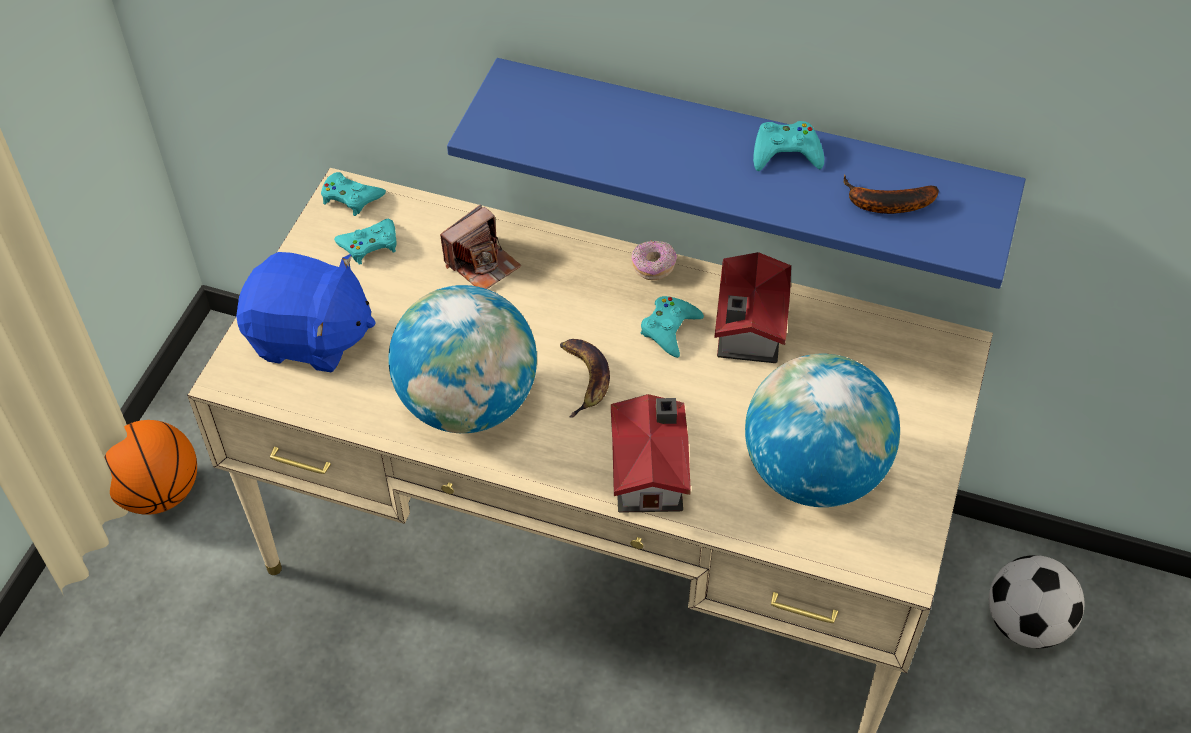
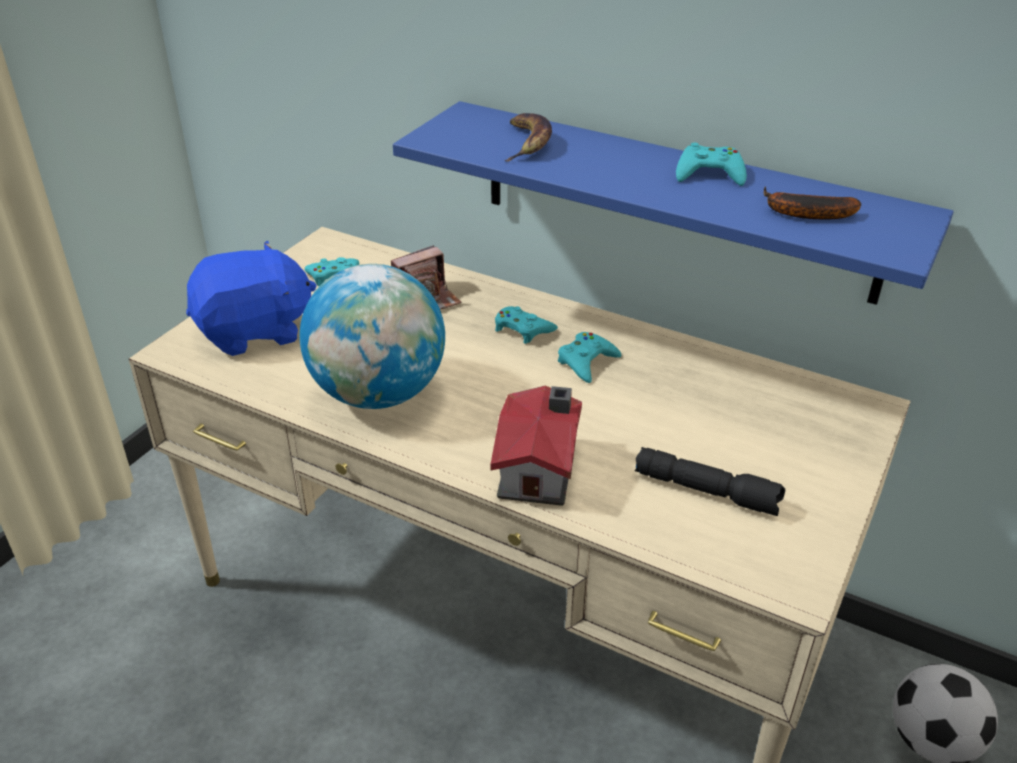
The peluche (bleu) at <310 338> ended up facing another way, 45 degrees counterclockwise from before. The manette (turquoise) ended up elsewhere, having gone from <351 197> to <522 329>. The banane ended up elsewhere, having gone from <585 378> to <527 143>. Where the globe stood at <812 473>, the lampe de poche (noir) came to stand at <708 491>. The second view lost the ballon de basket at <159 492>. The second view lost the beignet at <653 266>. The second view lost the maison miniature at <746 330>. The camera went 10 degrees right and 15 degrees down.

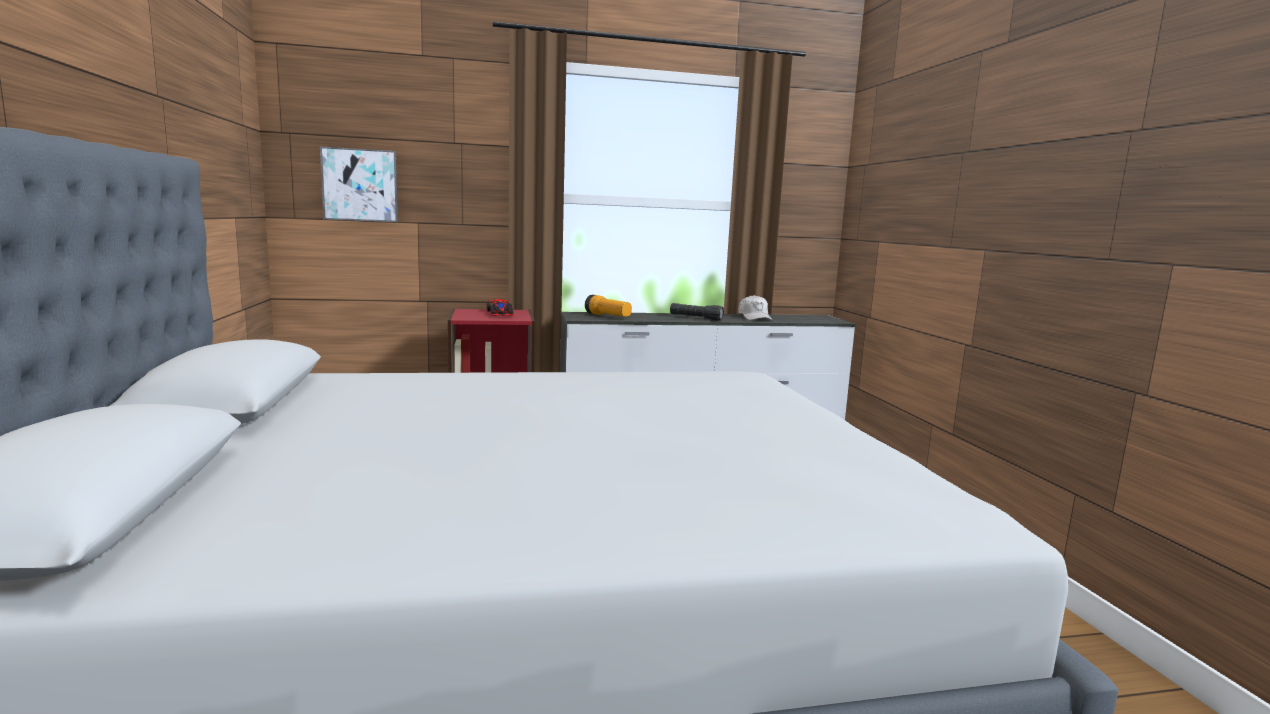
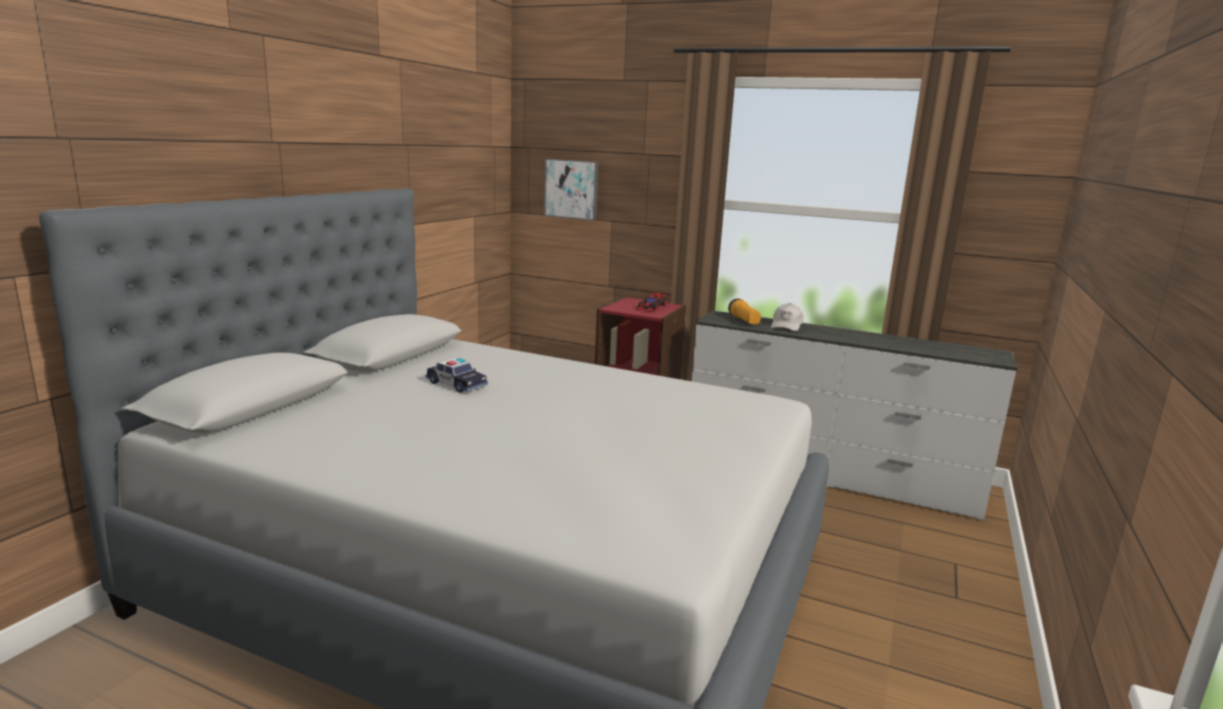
The second view gained the petite voiture at <456 384>. The casquette (blanc) ended up elsewhere, having gone from <754 317> to <786 326>. The second view lost the lampe de poche (noir) at <696 318>. The camera went 35 degrees right and 5 degrees up.

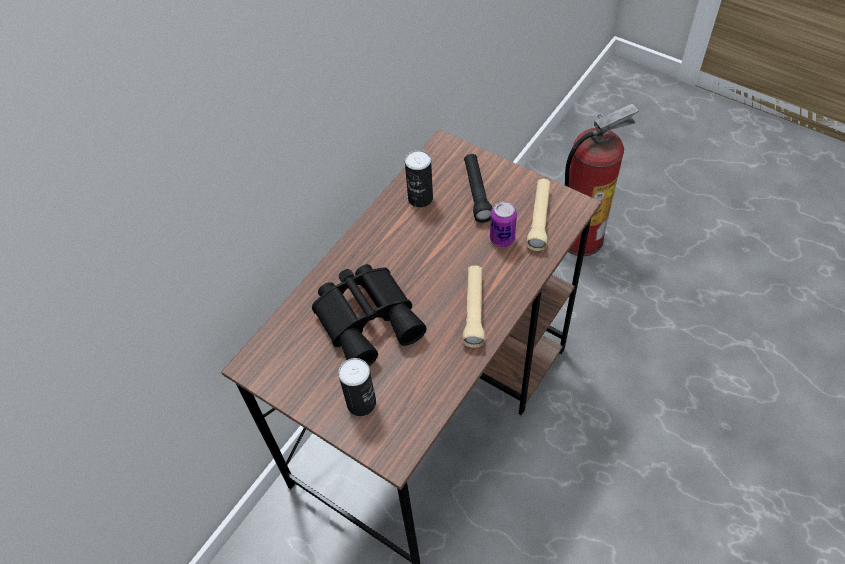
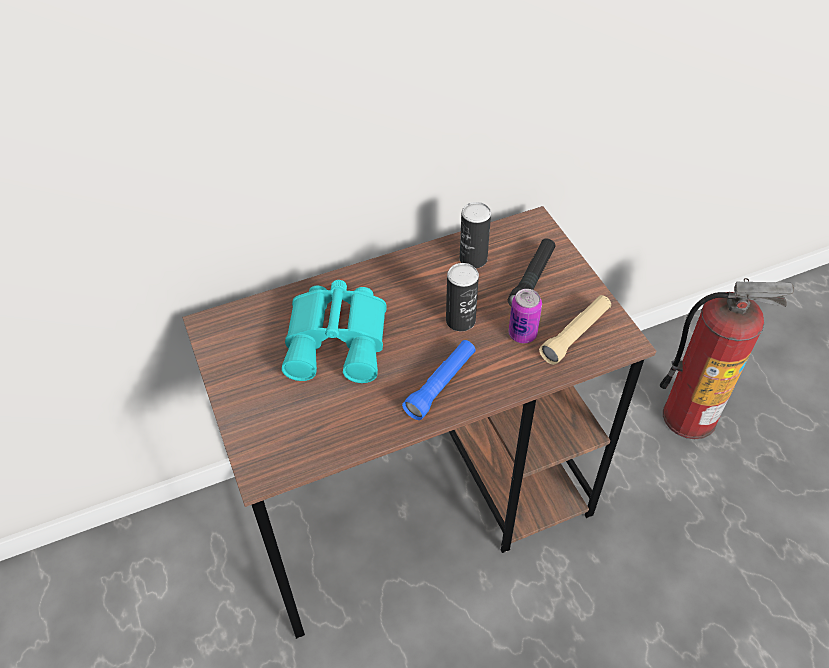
What was the jumelles (noir) at <369 318> turned into the jumelles (turquoise) at <339 339>. What was the lampe de poche (beige) at <474 310> turned into the lampe de poche (bleu) at <441 385>. The boîte métallique ended up elsewhere, having gone from <361 403> to <460 320>. The camera went 30 degrees right and 5 degrees down.

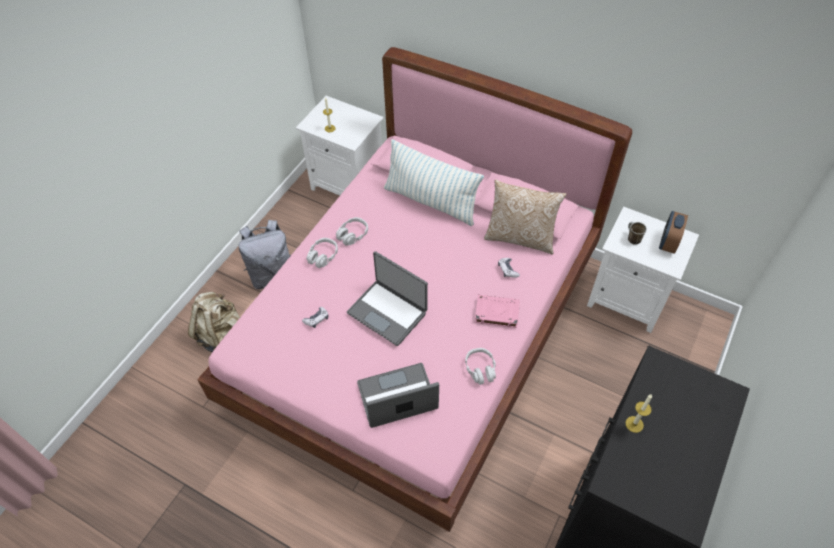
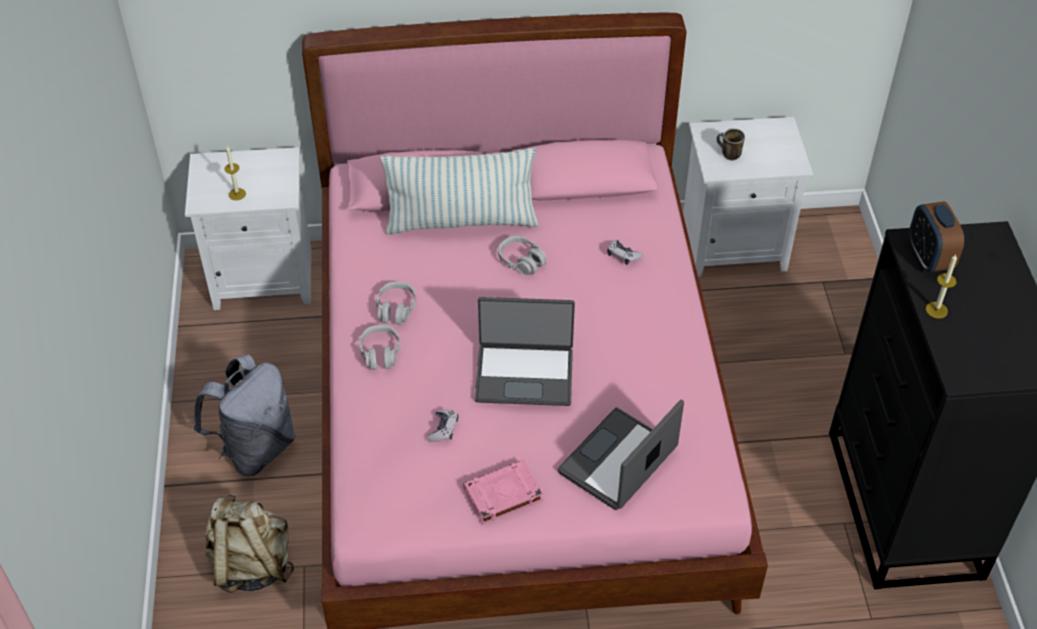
The livre (rose) ended up elsewhere, having gone from <496 313> to <502 495>. The casque audio (gris) ended up elsewhere, having gone from <480 369> to <521 261>. The réveil ended up elsewhere, having gone from <668 243> to <929 258>. The second view lost the coussin at <520 237>. The camera went 35 degrees left and 5 degrees down.

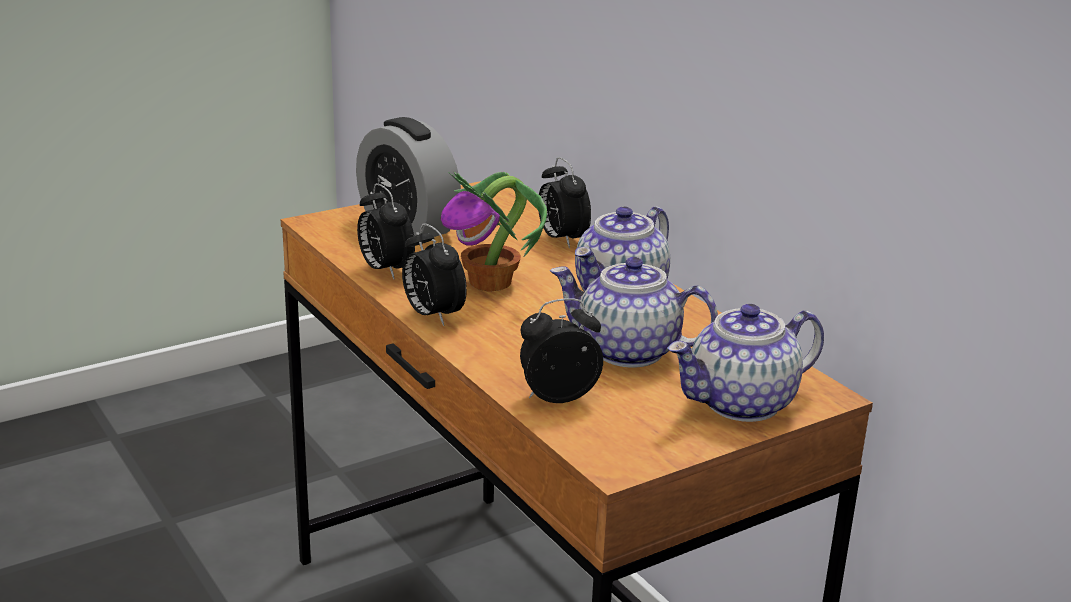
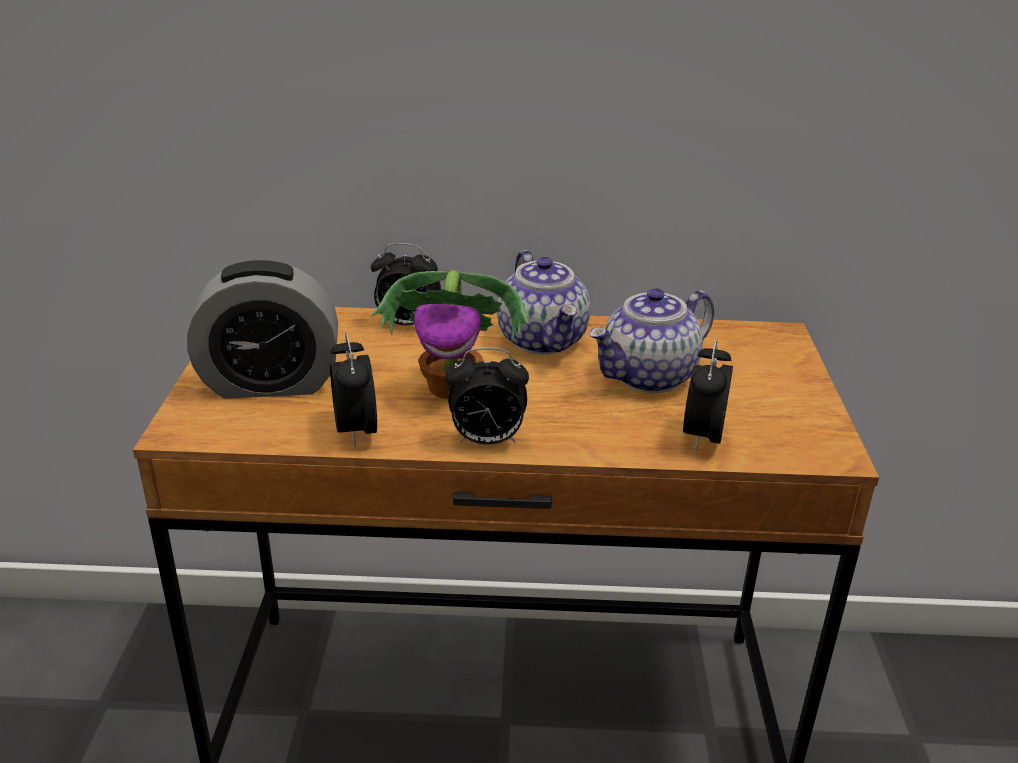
The réveil at <385 270> ended up facing another way, 75 degrees clockwise from before. The second view lost the théière at <741 404>. The camera went 55 degrees left and 5 degrees up.

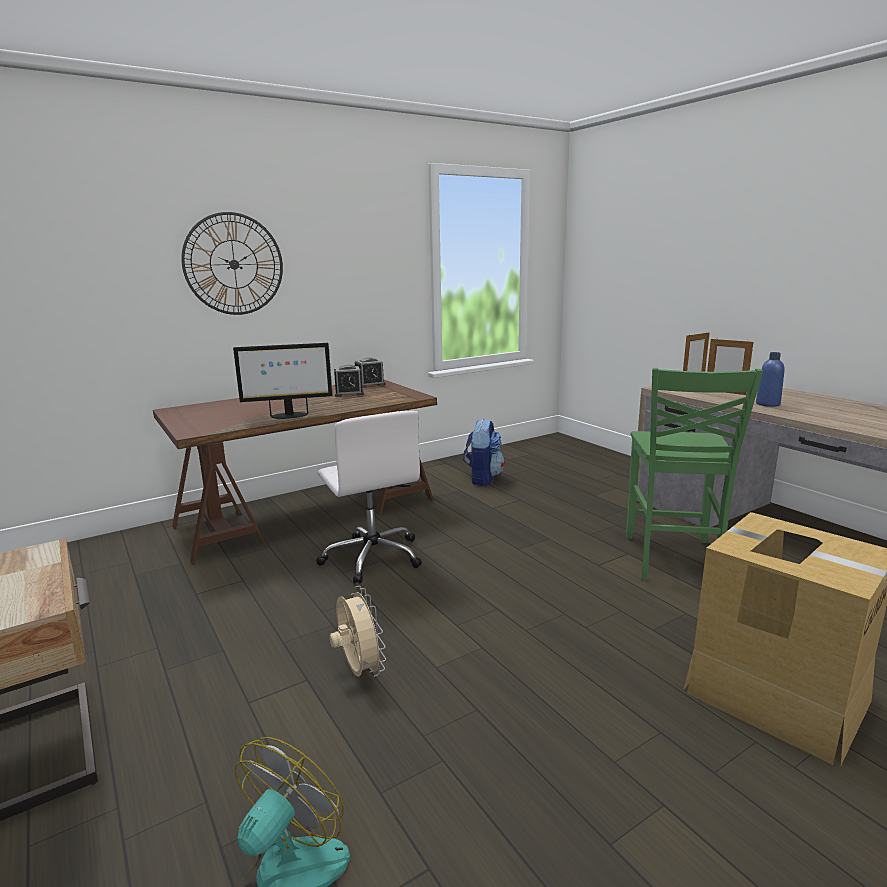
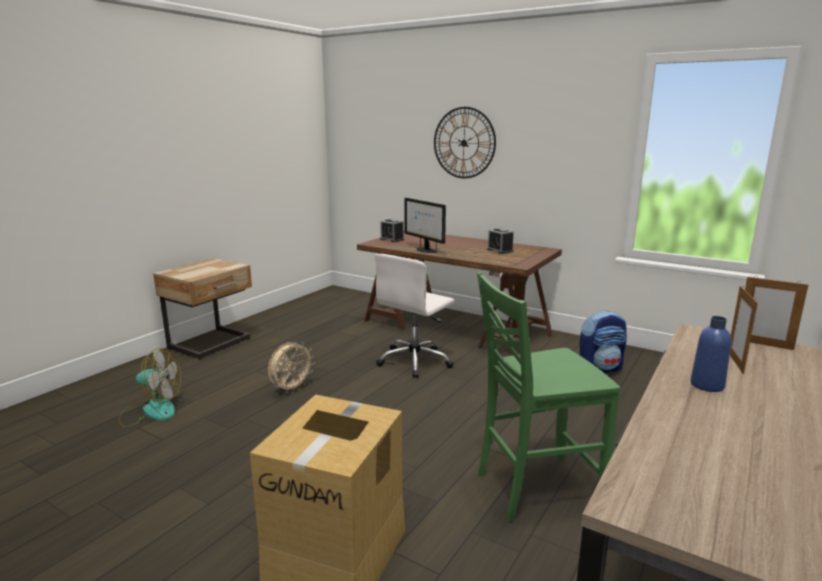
The réveil ended up elsewhere, having gone from <370 384> to <392 239>. The camera went 65 degrees right and 0 degrees up.

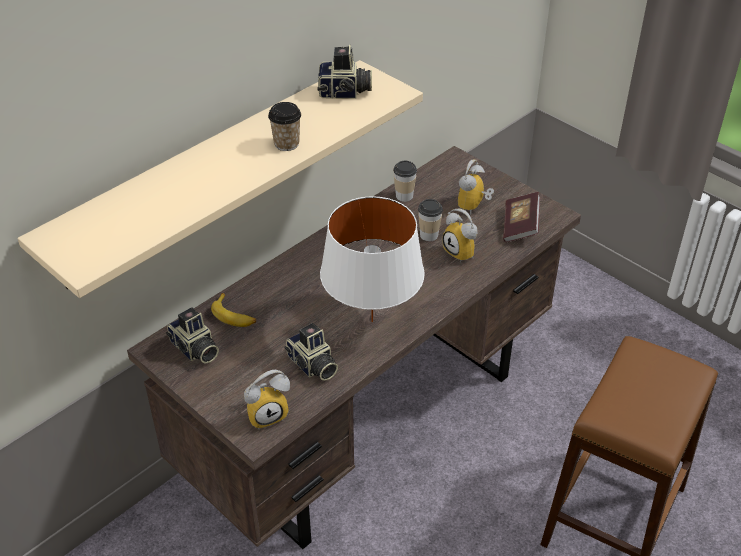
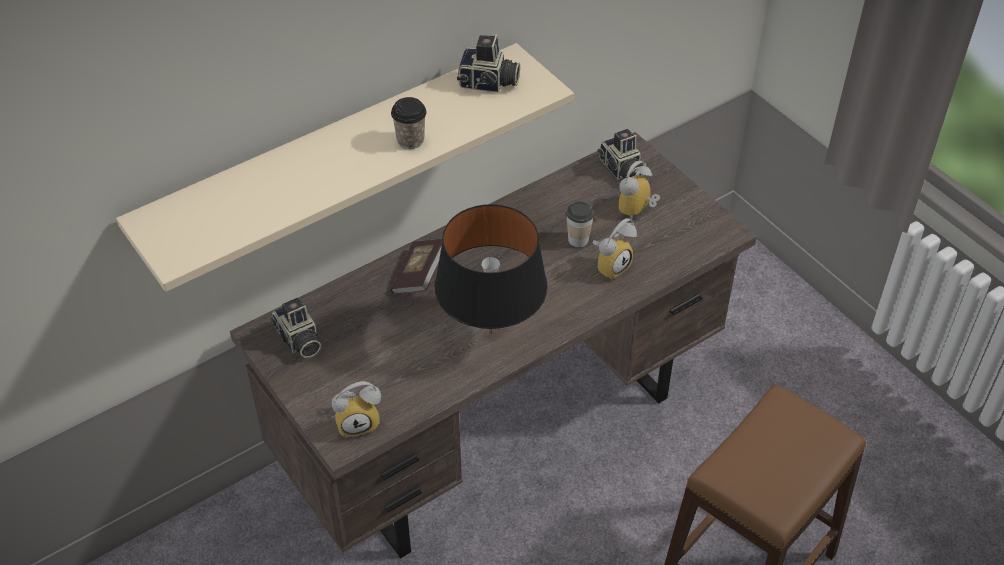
The livre ended up elsewhere, having gone from <520 226> to <419 276>. What was the lampe de table (blanc) at <371 321> turned into the lampe de table (noir) at <491 333>. The réveil at <463 252> ended up facing another way, 105 degrees counterclockwise from before. The appareil photo ended up elsewhere, having gone from <312 365> to <621 170>. The second view lost the banane at <234 316>. The second view lost the tasse at <404 196>. The camera went 10 degrees right and 5 degrees up.

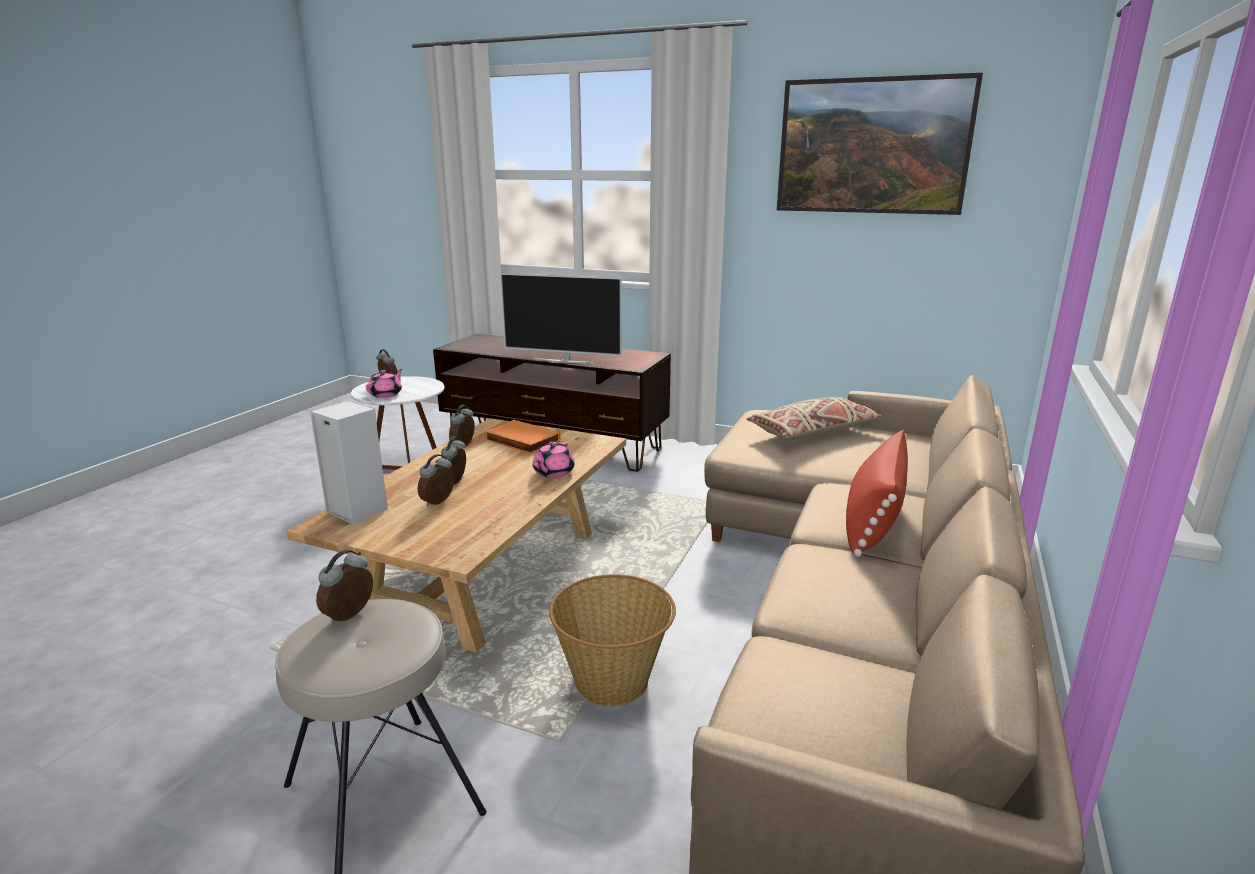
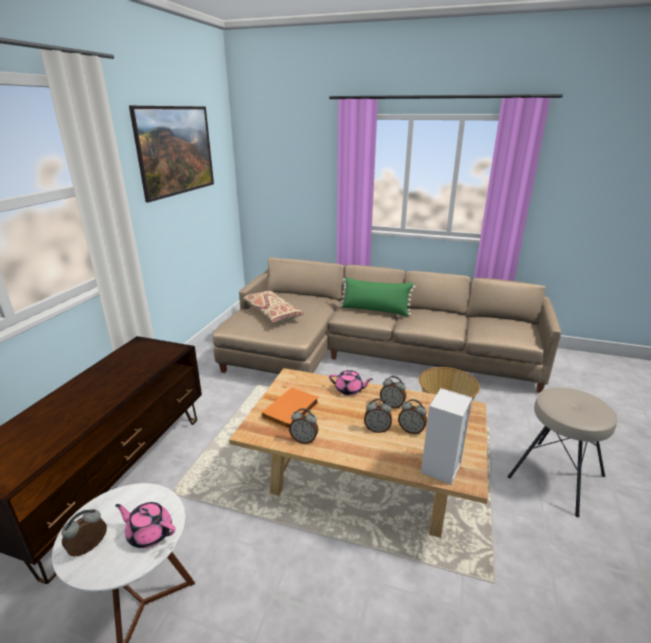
What was the coussin (rouge) at <873 519> turned into the coussin (vert) at <375 310>. The réveil ended up elsewhere, having gone from <350 616> to <392 405>. The second view lost the téléviseur at <564 361>. The camera went 95 degrees left and 5 degrees up.

